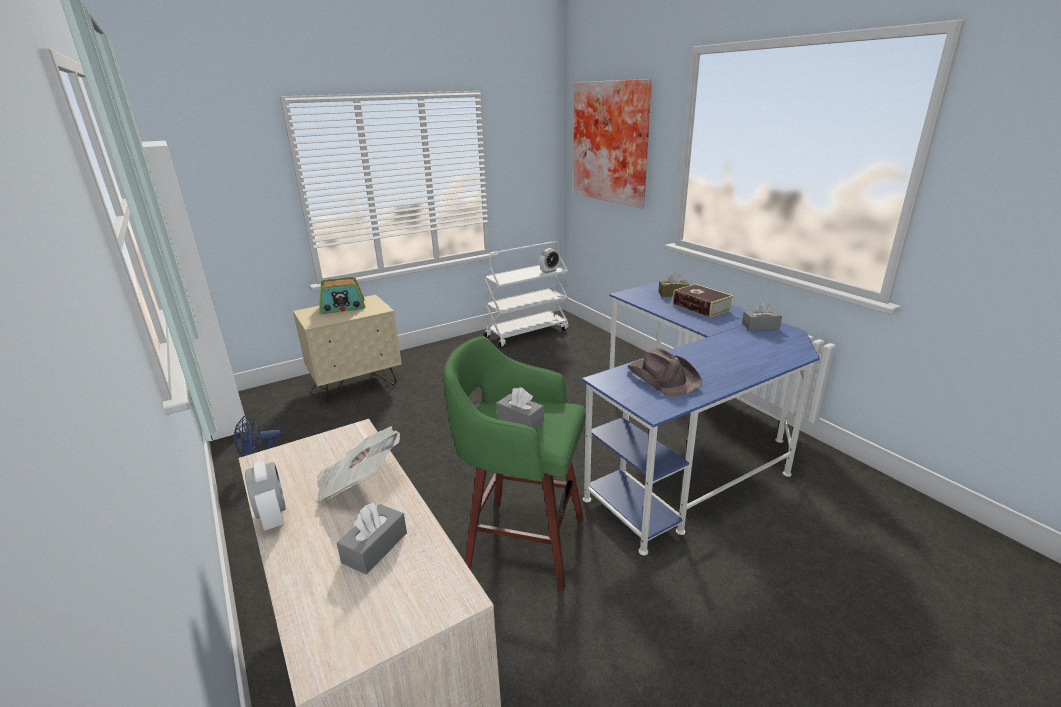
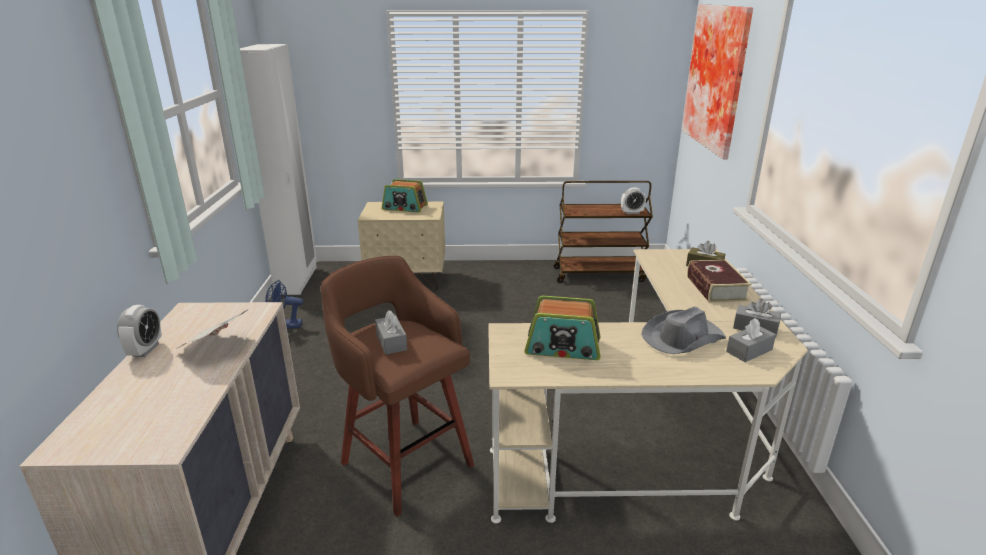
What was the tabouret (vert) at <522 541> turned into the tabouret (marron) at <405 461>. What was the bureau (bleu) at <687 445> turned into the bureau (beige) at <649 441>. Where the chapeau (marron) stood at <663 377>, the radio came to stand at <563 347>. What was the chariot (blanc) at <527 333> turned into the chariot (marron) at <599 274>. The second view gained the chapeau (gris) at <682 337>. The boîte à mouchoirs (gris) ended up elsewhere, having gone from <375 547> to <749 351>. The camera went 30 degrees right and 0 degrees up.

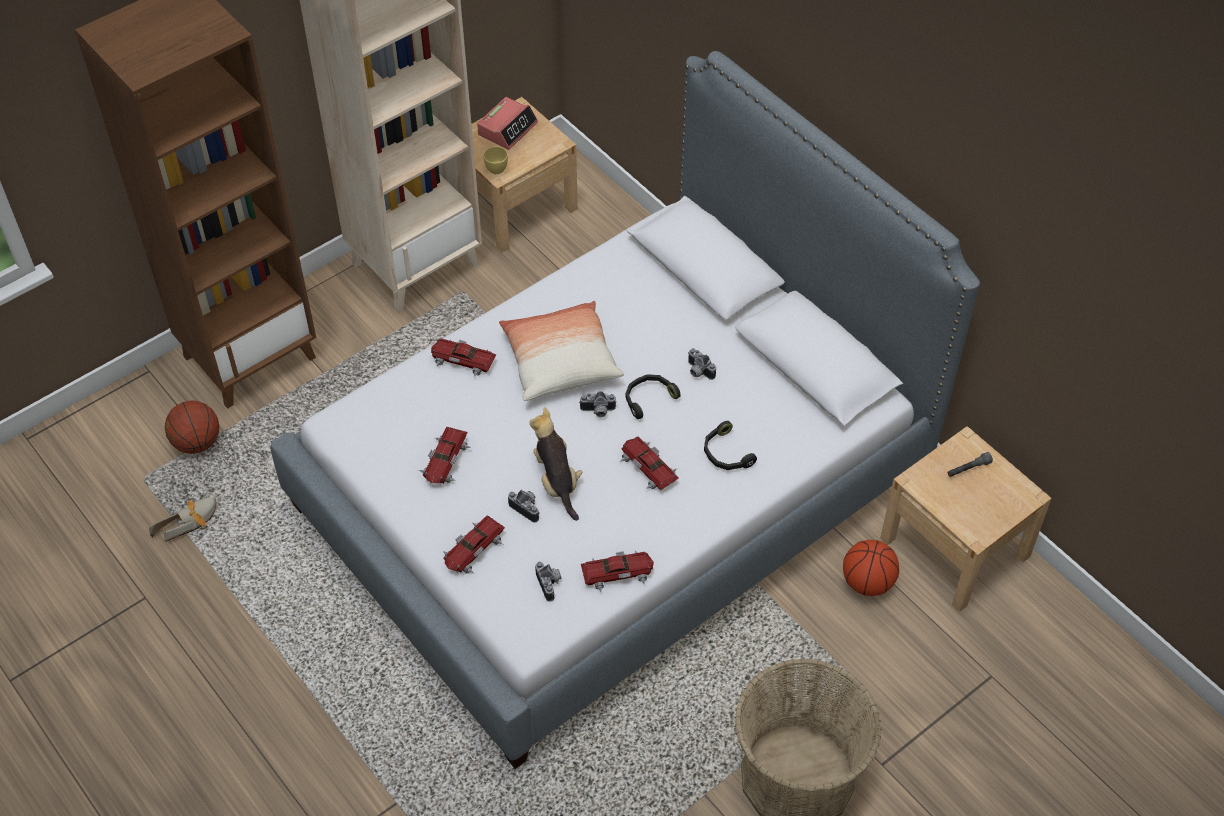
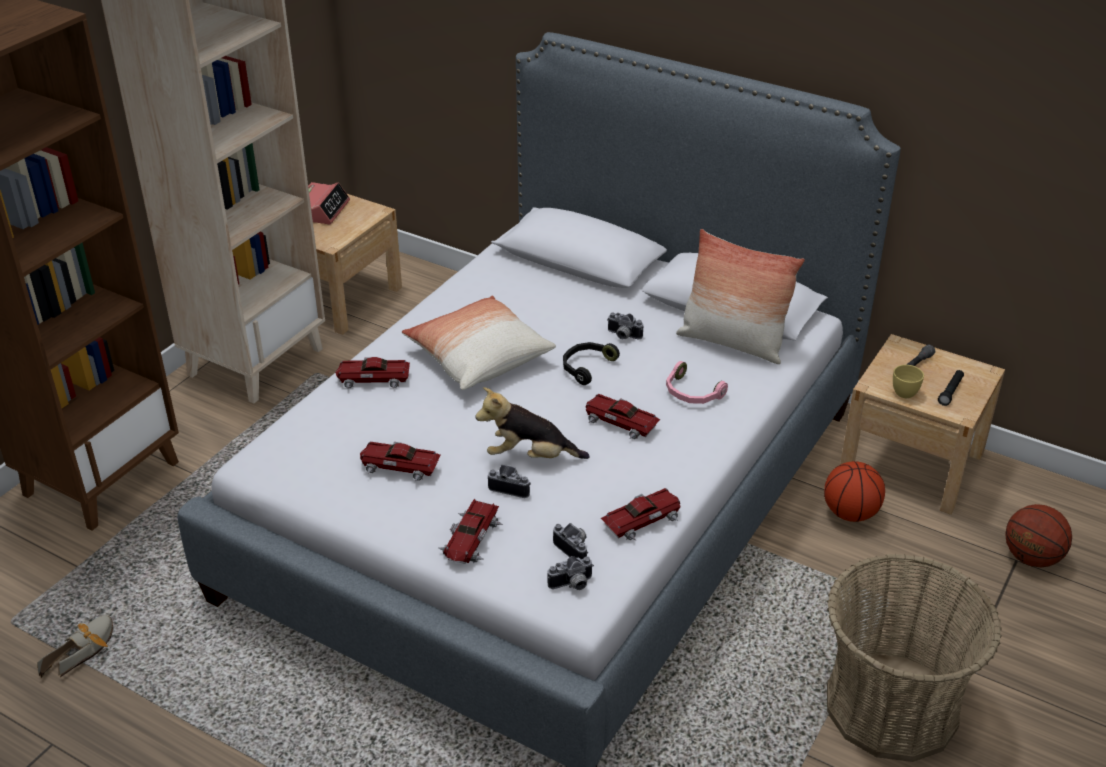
The petite voiture at <446 461> ended up facing another way, 105 degrees clockwise from before. The peluche at <557 481> ended up facing another way, 45 degrees counterclockwise from before. The appareil photo ended up elsewhere, having gone from <598 411> to <572 585>. What was the casque audio (noir) at <725 454> turned into the casque audio (rose) at <691 393>. The second view gained the coussin at <732 343>. The tasse (jaune) ended up elsewhere, having gone from <497 167> to <903 391>. The second view gained the lampe de poche (noir) at <950 391>. The ballon de basket ended up elsewhere, having gone from <197 442> to <1031 558>. The camera went 20 degrees left and 15 degrees down.

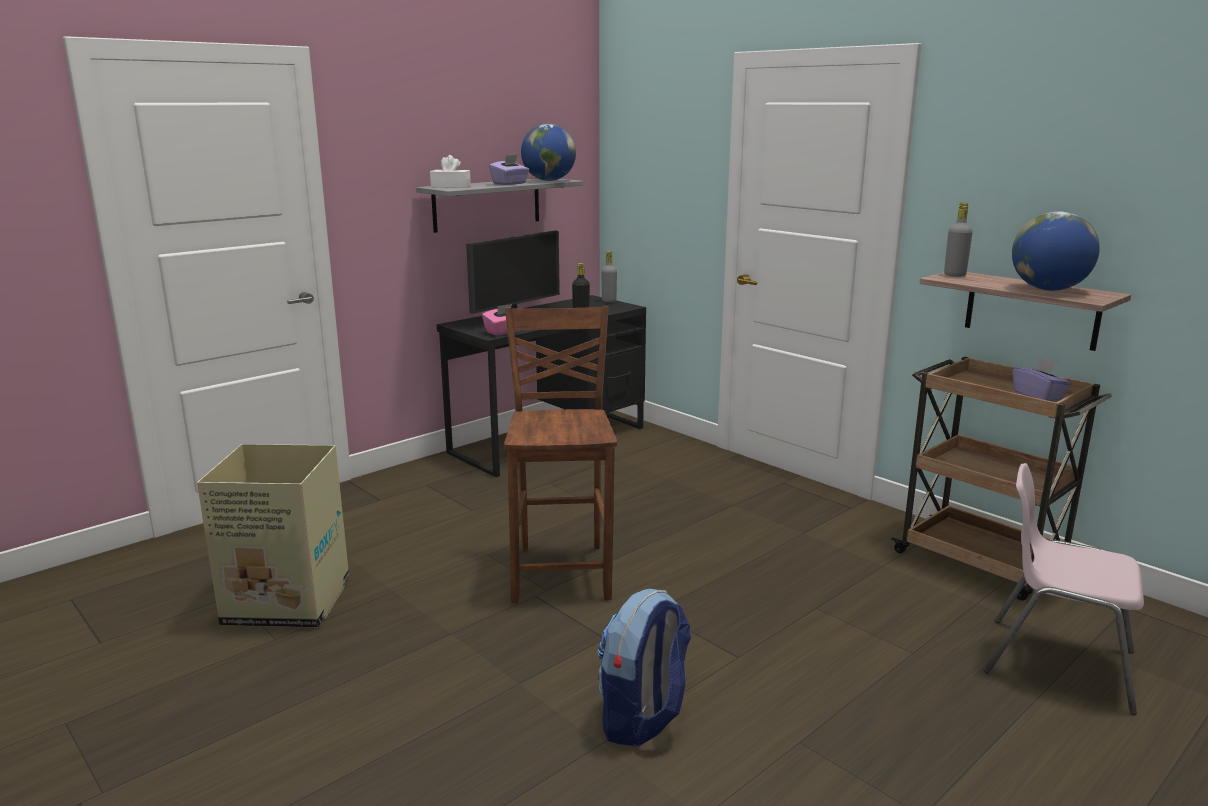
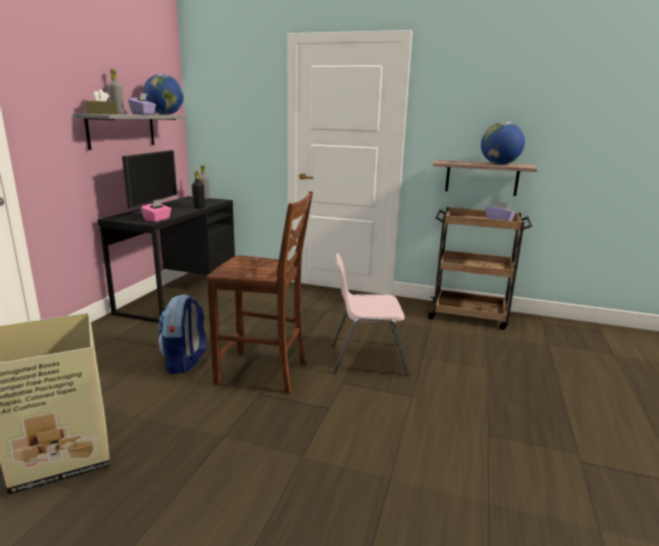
What was the boîte à mouchoirs (blanc) at <450 186> turned into the boîte à mouchoirs (marron) at <103 113>. The bouteille (gris) ended up elsewhere, having gone from <954 275> to <117 114>. The sac à dos ended up elsewhere, having gone from <643 719> to <185 362>. The chaise (marron) at <562 571> ended up facing another way, 135 degrees clockwise from before. The chaise (rose) ended up elsewhere, having gone from <1056 662> to <366 358>. The camera went 30 degrees left and 0 degrees up.

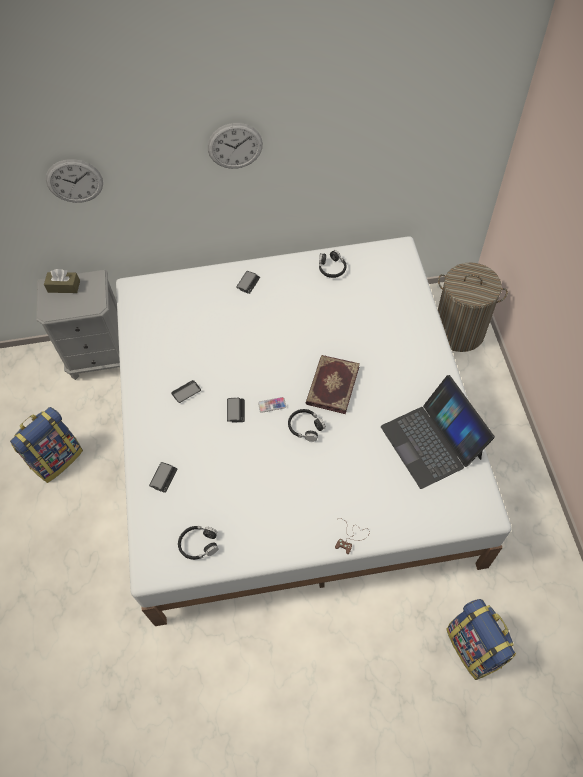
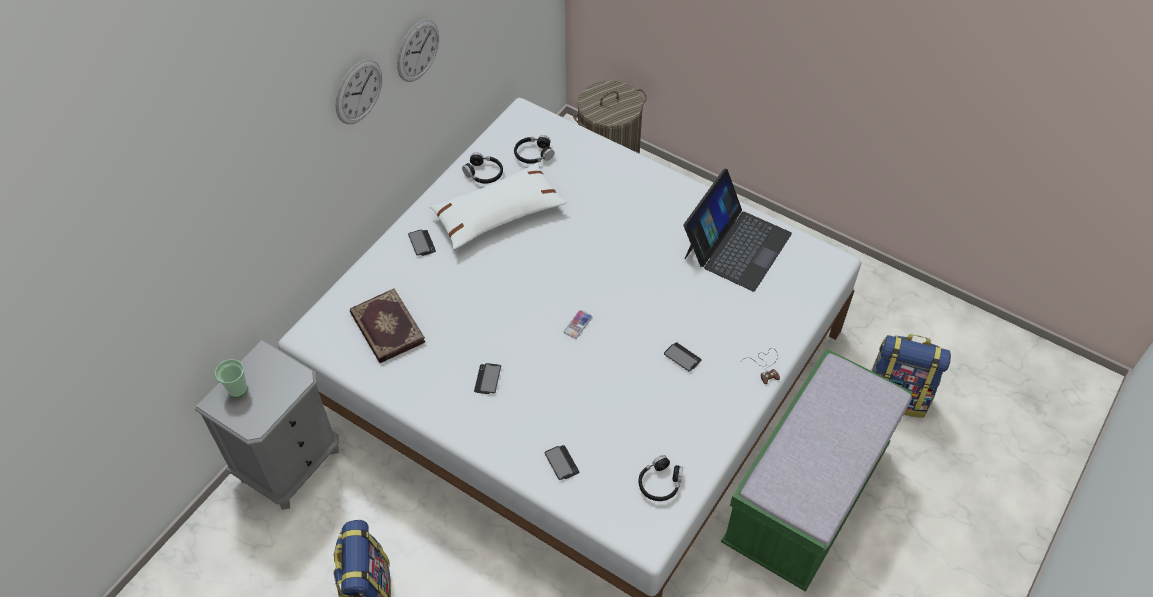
Where the boîte à mouchoirs (marron) stood at <64 286>, the tasse came to stand at <237 389>. The livre ended up elsewhere, having gone from <331 385> to <386 328>. The horloge murale ended up elsewhere, having gone from <74 181> to <418 50>. The second view gained the coussin (blanc) at <498 214>. The casque audio (noir) ended up elsewhere, having gone from <305 427> to <533 154>. The téléphone ended up elsewhere, having gone from <236 410> to <682 357>. The ordinateur portable at <431 442> ended up facing another way, 75 degrees counterclockwise from before. The second view gained the banc (vert) at <805 496>. The camera went 50 degrees left and 5 degrees down.

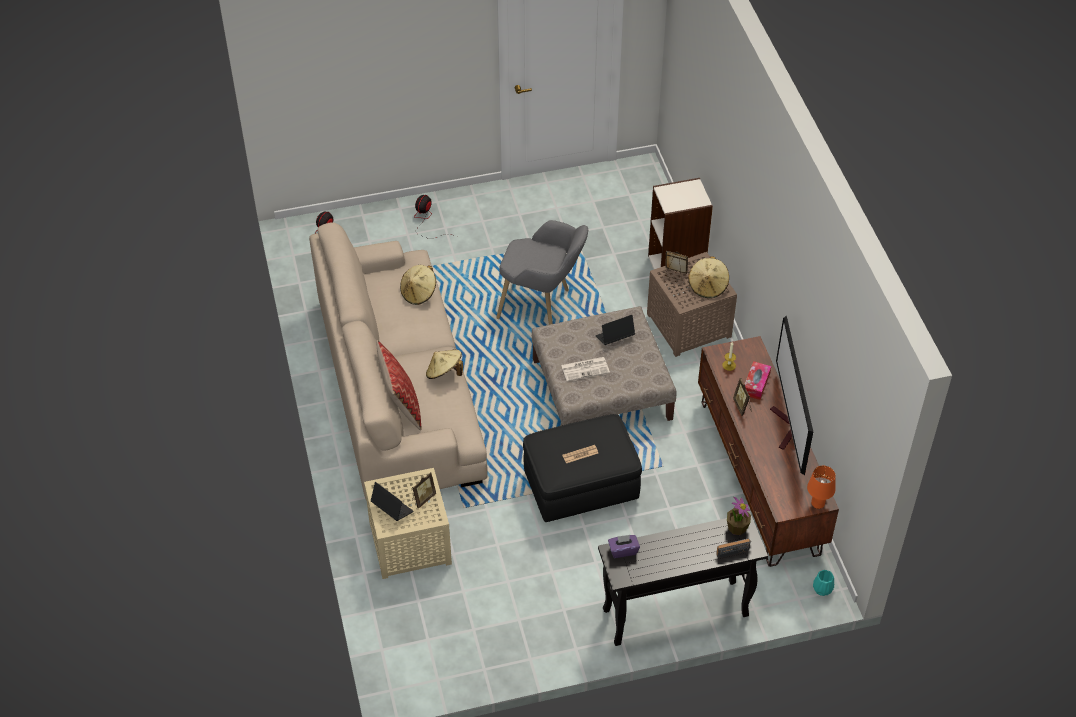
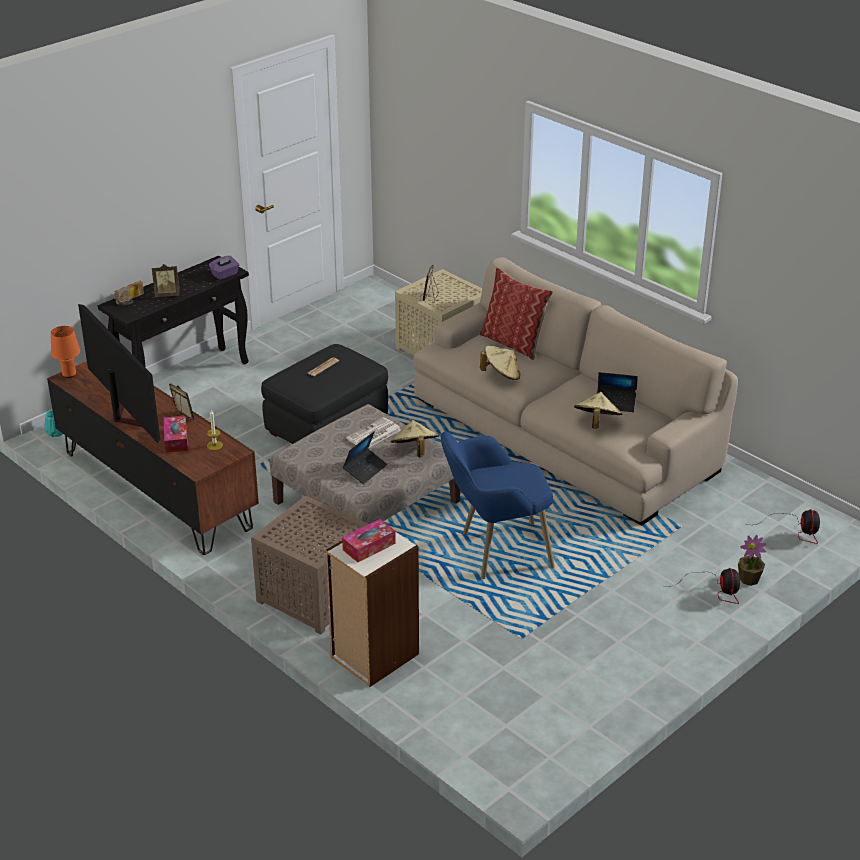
The cadre photo ended up elsewhere, having gone from <674 274> to <167 294>. The second view gained the boîte à mouchoirs at <369 546>. The chapeau (beige) ended up elsewhere, having gone from <708 286> to <414 451>. What was the fauteuil (gris) at <543 306> turned into the fauteuil (bleu) at <494 552>. The ordinateur portable ended up elsewhere, having gone from <392 508> to <615 403>. The plante en pot ended up elsewhere, having gone from <737 527> to <749 579>. The camera went 150 degrees right and 15 degrees down.

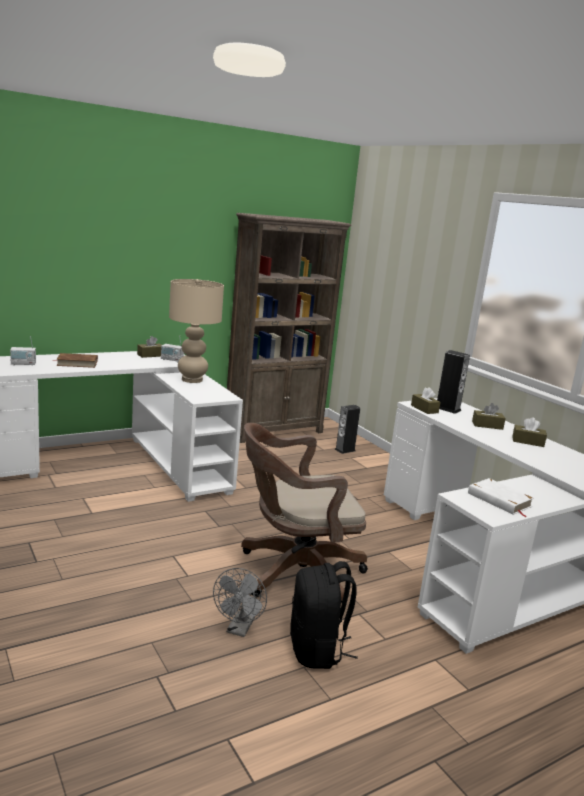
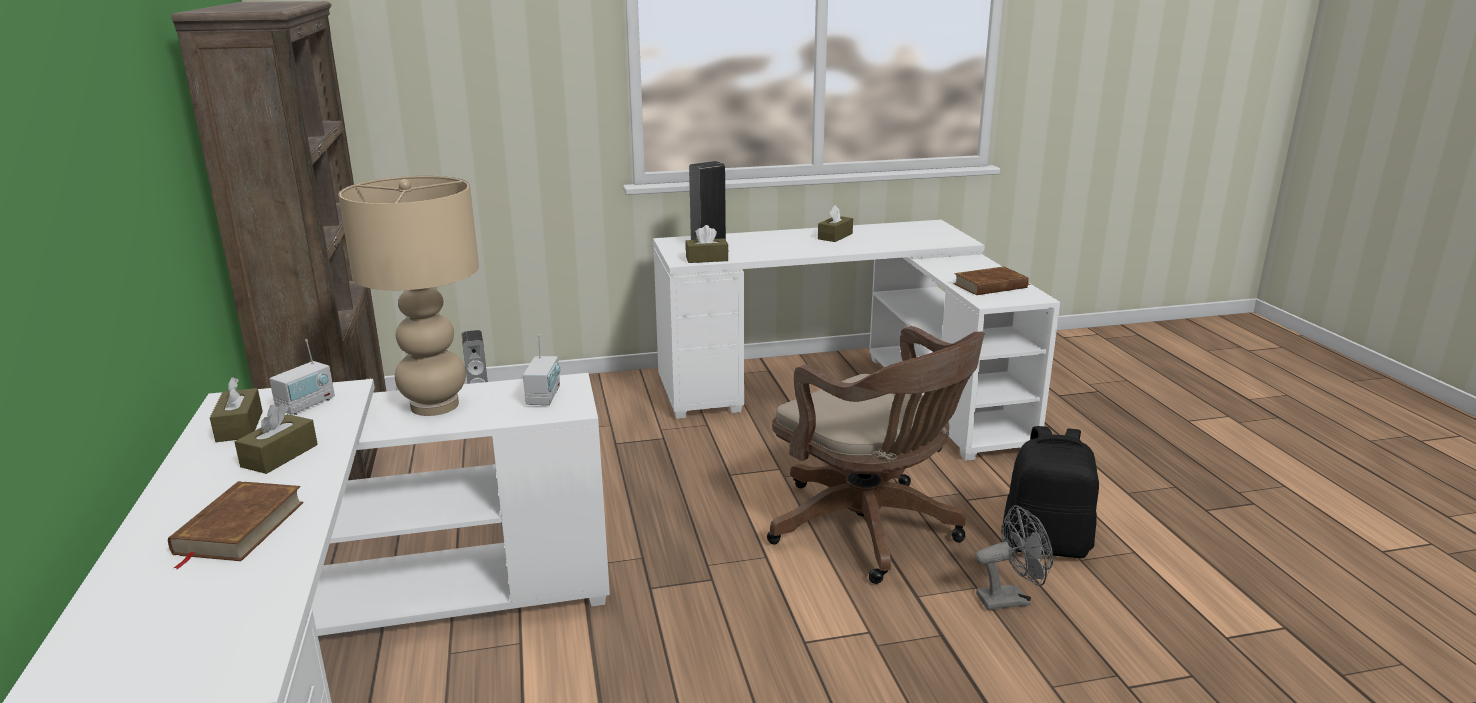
The boîte à mouchoirs (marron) ended up elsewhere, having gone from <487 425> to <279 456>. The radio ended up elsewhere, having gone from <23 364> to <544 397>. The chaise de bureau (marron) at <294 573> ended up facing another way, 45 degrees counterclockwise from before. What was the livre (blanc) at <499 500> turned into the livre (marron) at <991 286>. The ventilateur (gris) at <239 629> ended up facing another way, 45 degrees counterclockwise from before. The camera went 70 degrees left and 5 degrees up.

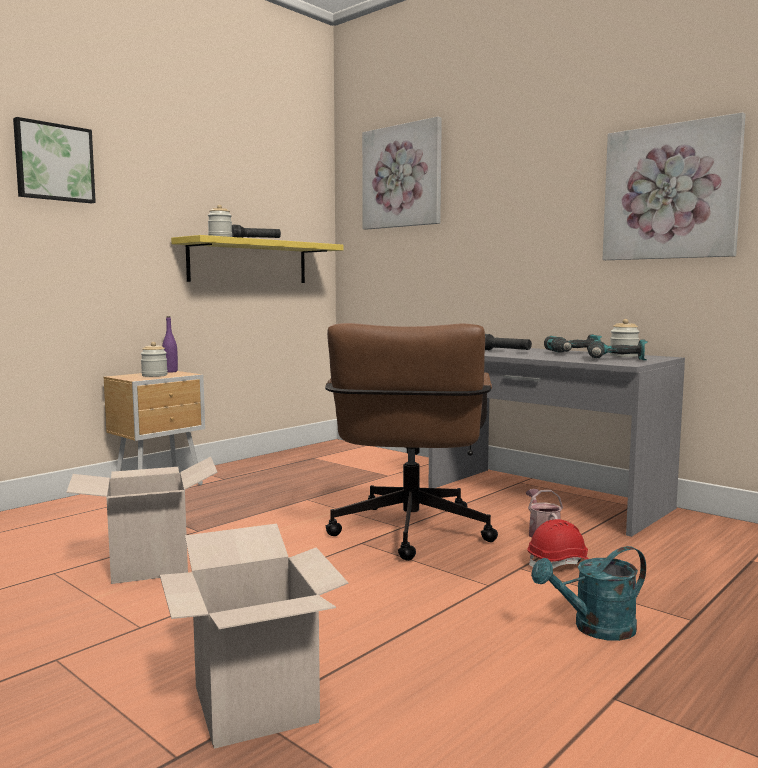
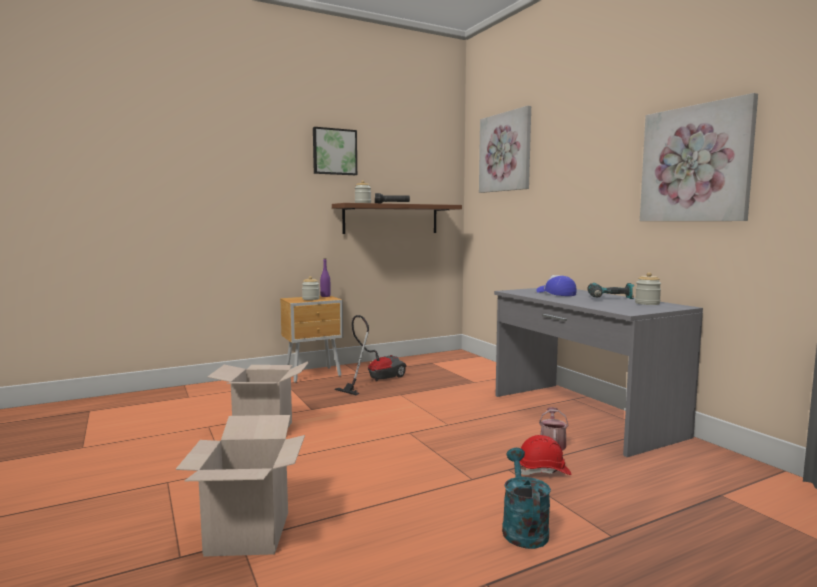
The tableau ended up elsewhere, having gone from <54 162> to <334 152>. What was the étagère (jaune) at <249 262> turned into the étagère (marron) at <391 219>. The second view gained the aspirateur at <375 380>. The arrosoir (turquoise) at <595 629> ended up facing another way, 90 degrees clockwise from before. Where the lampe de poche (noir) stood at <505 351>, the casquette came to stand at <555 293>. The second view lost the chaise de bureau (marron) at <409 536>. The second view lost the perceuse at <616 360>. The camera went 20 degrees right and 0 degrees up.

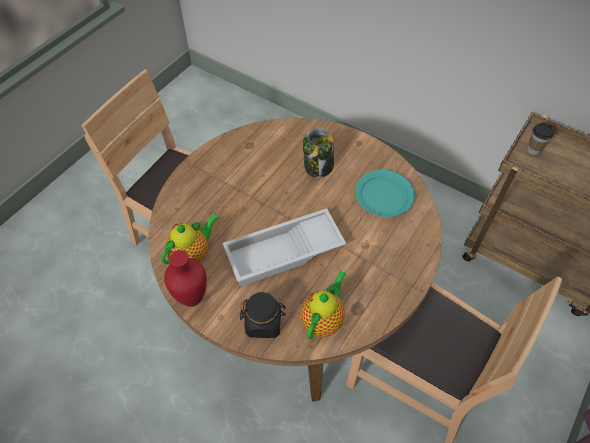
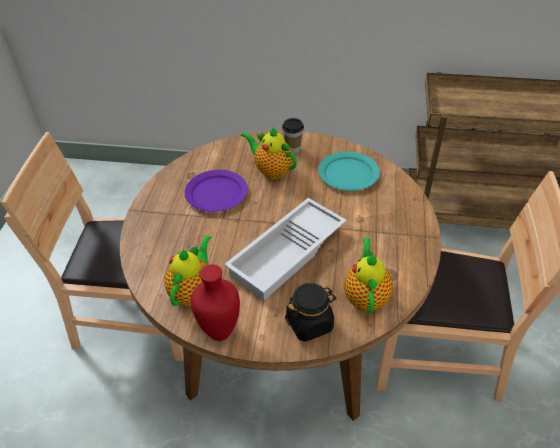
The second view gained the assiette (violet) at <216 193>. Where the bocal stood at <318 166>, the théière came to stand at <271 170>. The tasse ended up elsewhere, having gone from <533 150> to <293 149>. The camera went 25 degrees left and 10 degrees down.

